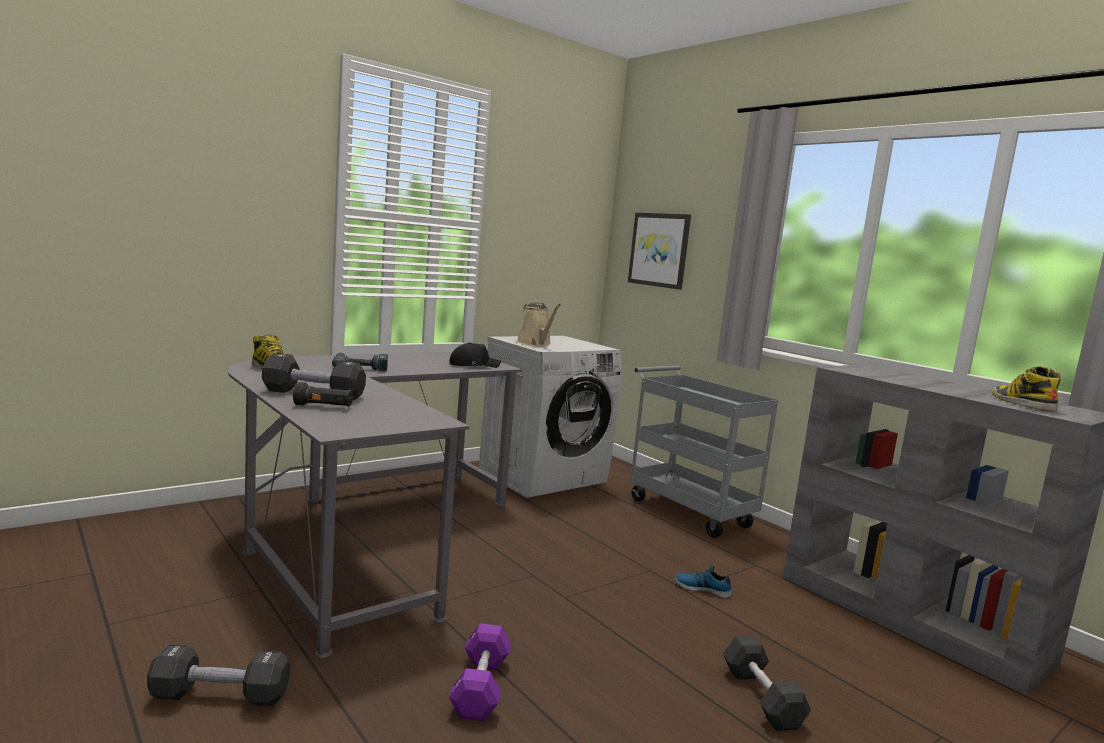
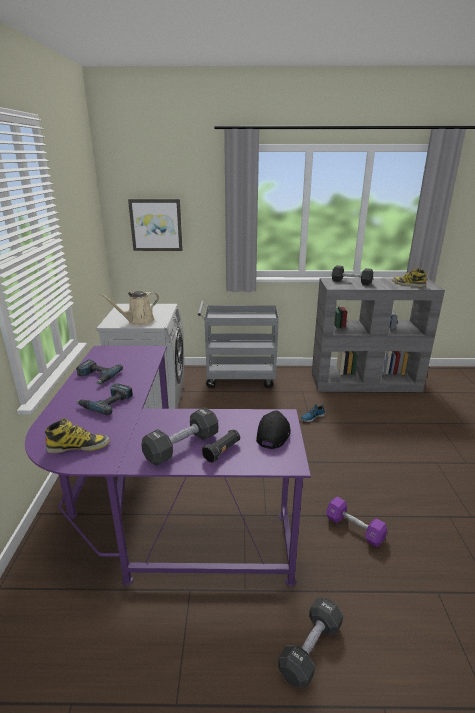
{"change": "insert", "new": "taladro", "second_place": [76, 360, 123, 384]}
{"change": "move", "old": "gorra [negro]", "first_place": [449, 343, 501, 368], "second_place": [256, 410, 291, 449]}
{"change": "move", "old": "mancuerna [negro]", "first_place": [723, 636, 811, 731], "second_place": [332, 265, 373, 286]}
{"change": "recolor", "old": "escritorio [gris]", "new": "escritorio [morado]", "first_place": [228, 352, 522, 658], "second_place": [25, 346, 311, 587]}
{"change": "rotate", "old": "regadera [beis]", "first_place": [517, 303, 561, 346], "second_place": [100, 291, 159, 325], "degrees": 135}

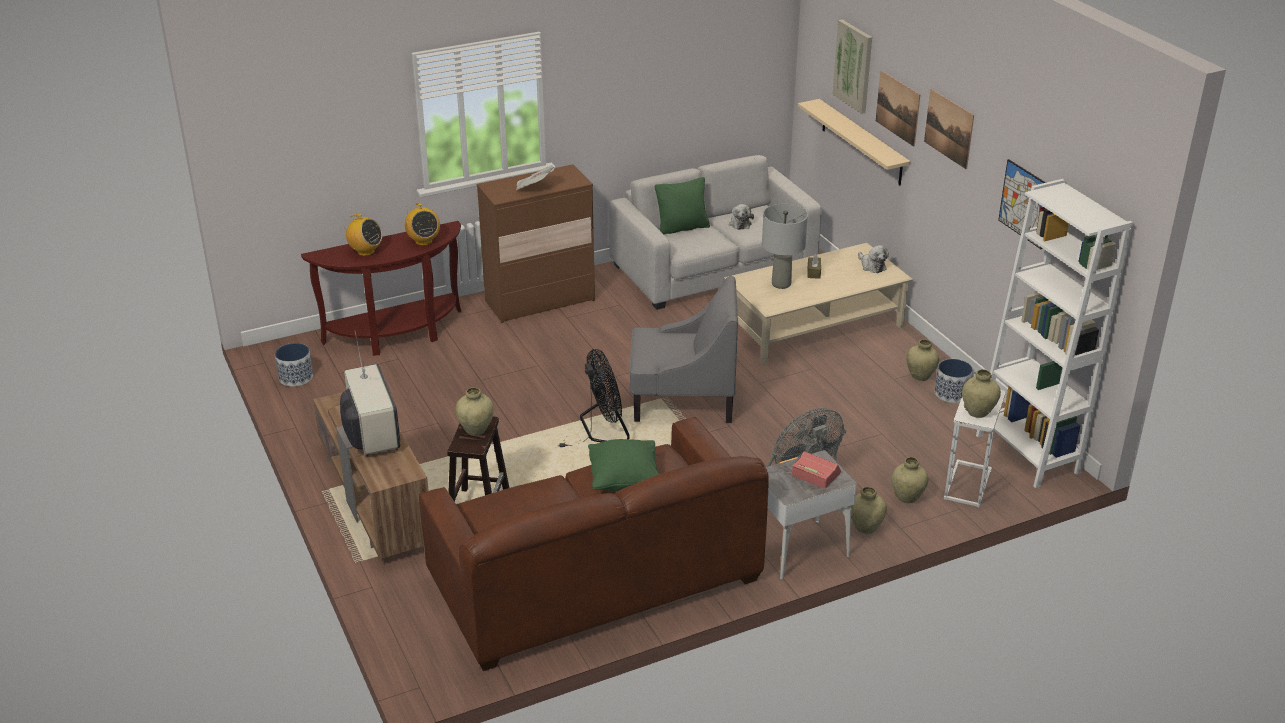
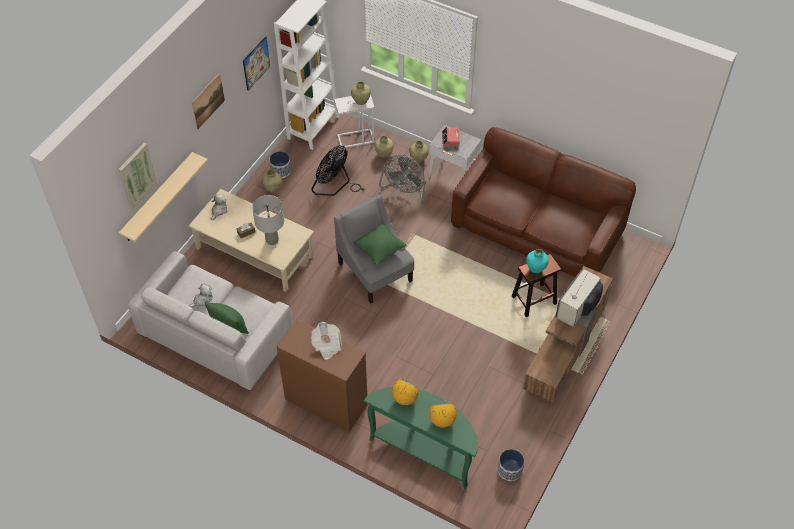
{"change": "delete", "old": "cuadro", "first_place": [876, 70, 920, 147]}
{"change": "move", "old": "ventilador [negro]", "first_place": [560, 349, 630, 447], "second_place": [311, 146, 364, 196]}
{"change": "move", "old": "cojín [verde]", "first_place": [588, 439, 659, 491], "second_place": [353, 223, 406, 265]}
{"change": "recolor", "old": "mesa consola [marrón]", "new": "mesa consola [verde]", "first_place": [301, 221, 461, 356], "second_place": [364, 387, 478, 489]}
{"change": "recolor", "old": "florero [beis]", "new": "florero [turquesa]", "first_place": [455, 387, 494, 436], "second_place": [526, 249, 549, 273]}

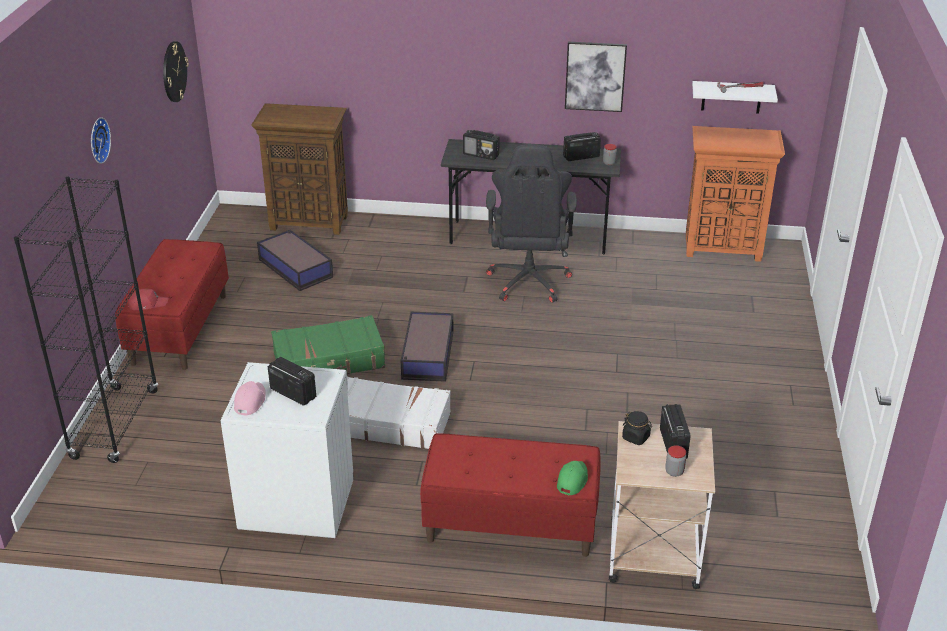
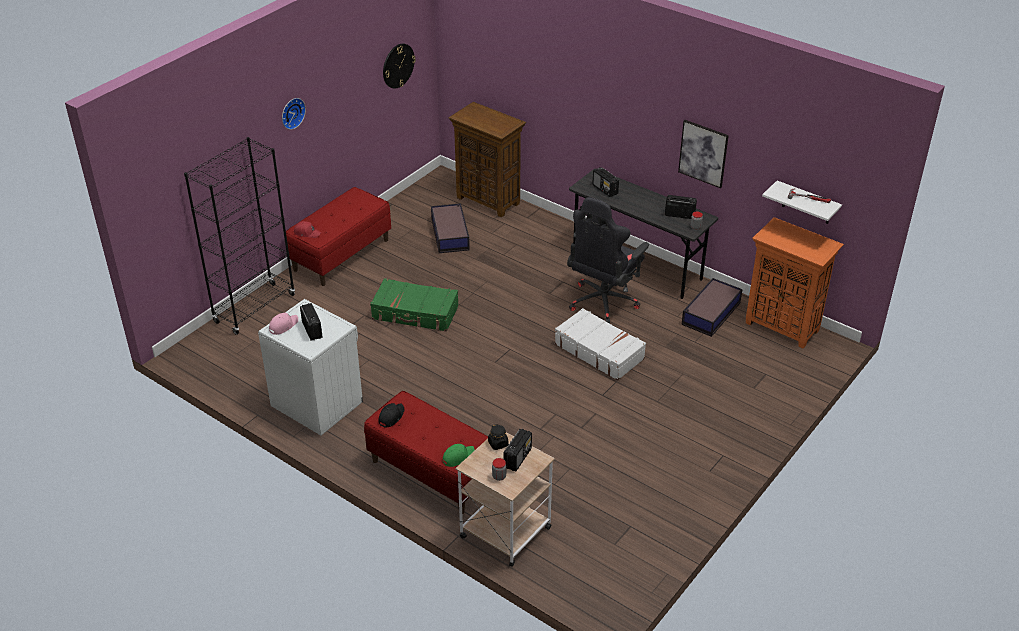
{"change": "insert", "new": "gorra [negro]", "second_place": [378, 403, 405, 427]}
{"change": "move", "old": "maleta [blanco]", "first_place": [347, 377, 451, 449], "second_place": [555, 308, 646, 381]}
{"change": "move", "old": "caja de almacenaje", "first_place": [401, 312, 453, 382], "second_place": [681, 278, 742, 337]}

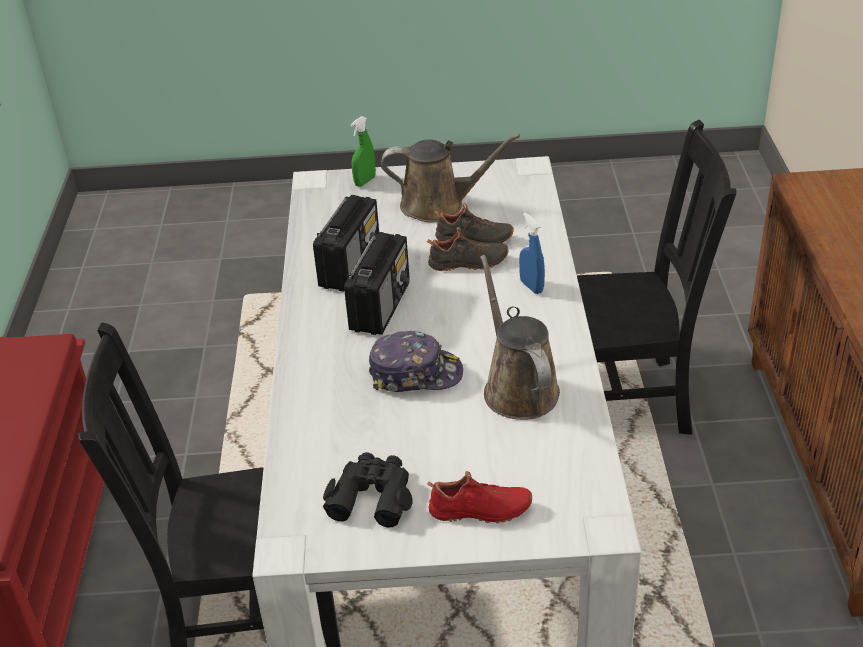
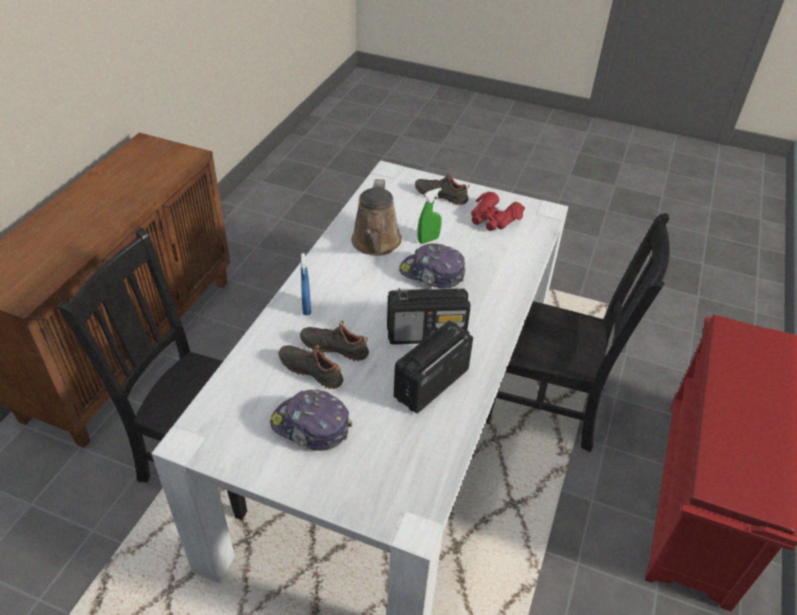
{"change": "move", "old": "pulverizador [verde]", "first_place": [351, 116, 376, 187], "second_place": [418, 188, 442, 244]}
{"change": "replace", "old": "regadera [marrón]", "new": "gorra", "first_place": [381, 134, 520, 223], "second_place": [270, 390, 352, 451]}
{"change": "recolor", "old": "prismáticos [negro]", "new": "prismáticos [rojo]", "first_place": [323, 452, 412, 527], "second_place": [471, 192, 525, 231]}
{"change": "recolor", "old": "zapato [rojo]", "new": "zapato [negro]", "first_place": [427, 471, 532, 523], "second_place": [415, 171, 470, 205]}
{"change": "rotate", "old": "radio", "first_place": [344, 232, 410, 335], "second_place": [387, 288, 470, 344], "degrees": -135}

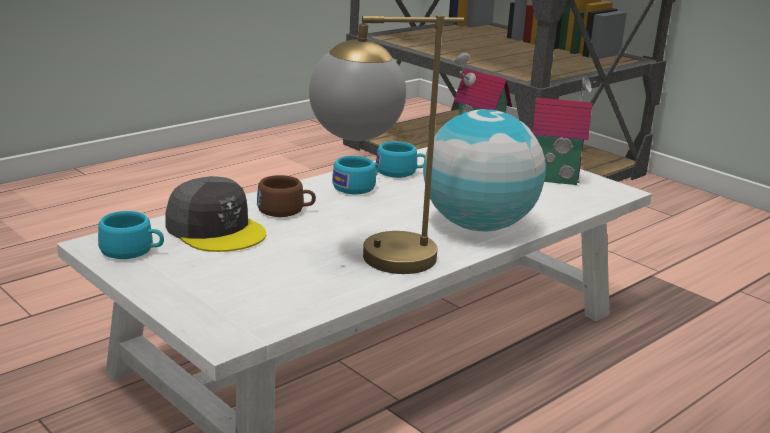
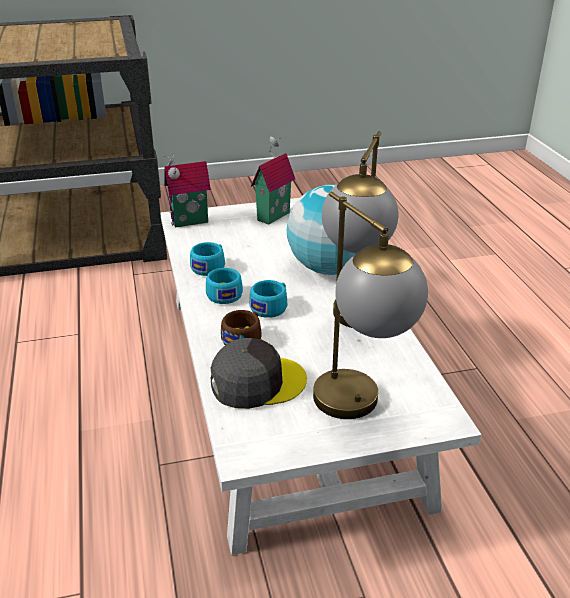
{"change": "insert", "new": "lámpara de mesa", "second_place": [313, 192, 428, 419]}
{"change": "move", "old": "taza [turquesa]", "first_place": [98, 211, 164, 259], "second_place": [249, 280, 287, 318]}

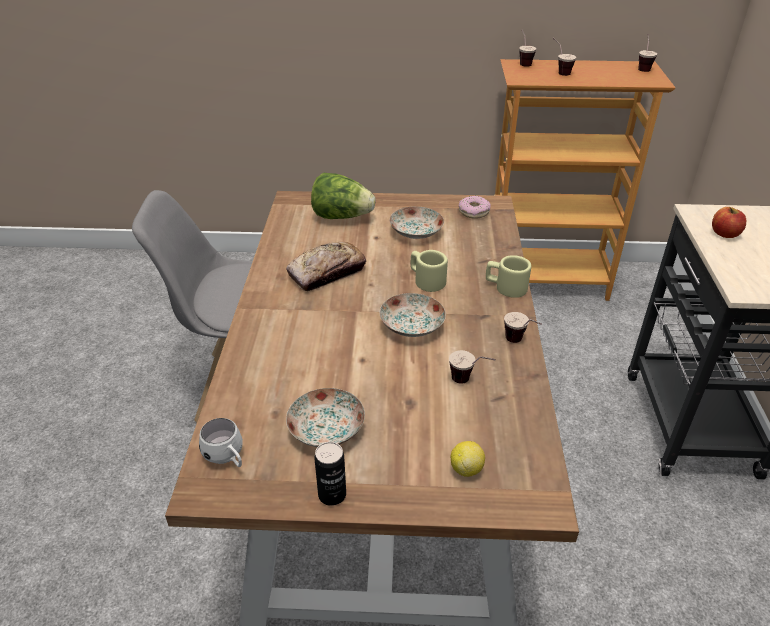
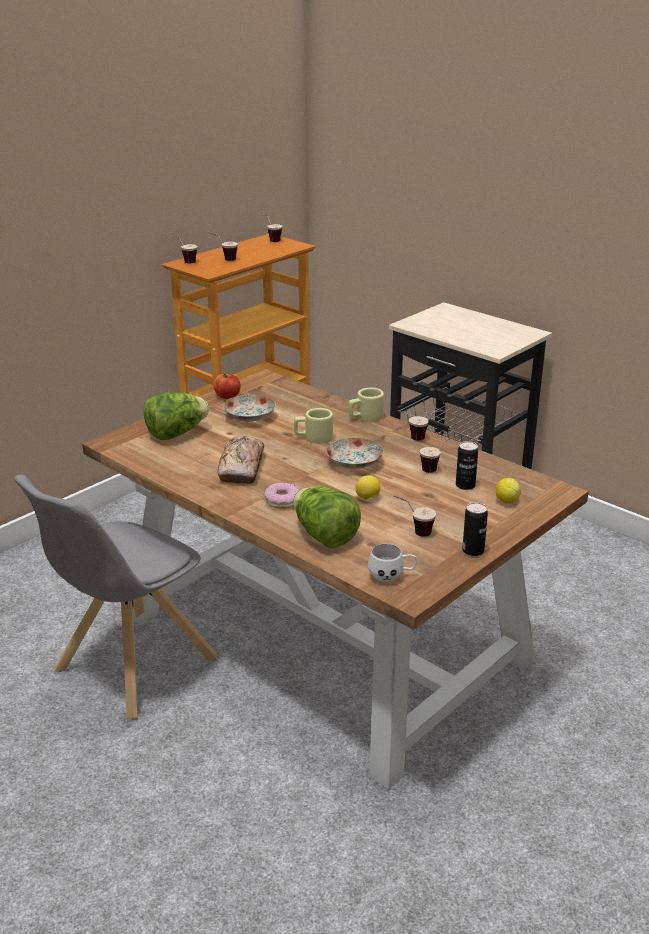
{"change": "insert", "new": "lechuga", "second_place": [293, 486, 361, 548]}
{"change": "insert", "new": "limón", "second_place": [355, 475, 380, 500]}
{"change": "insert", "new": "lata", "second_place": [456, 441, 478, 490]}
{"change": "move", "old": "rosquilla", "first_place": [459, 196, 491, 219], "second_place": [264, 483, 300, 509]}
{"change": "move", "old": "manzana", "first_place": [712, 207, 746, 238], "second_place": [214, 374, 241, 399]}
{"change": "replace", "old": "plato", "new": "taza", "first_place": [286, 388, 365, 447], "second_place": [394, 495, 436, 537]}

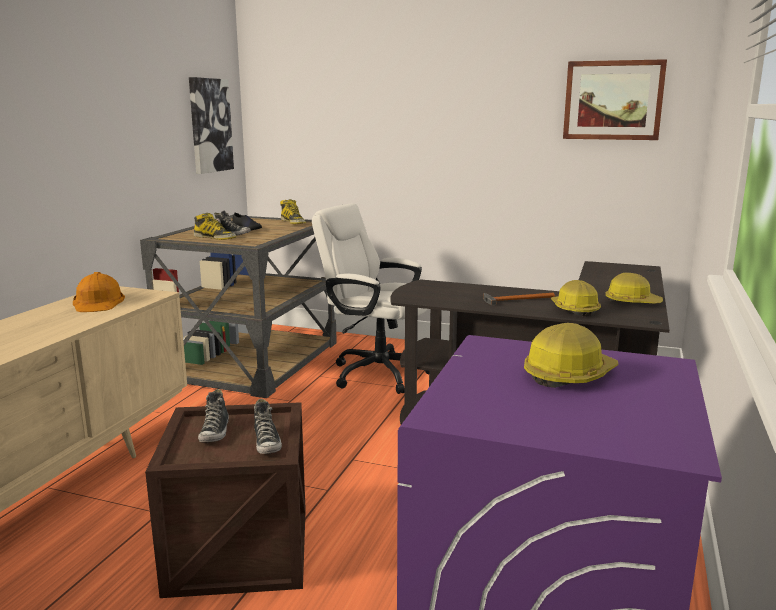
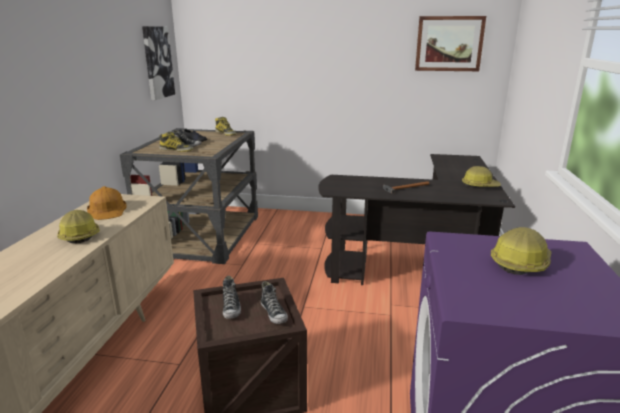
{"change": "delete", "old": "silla de oficina [blanco]", "first_place": [312, 204, 429, 394]}
{"change": "move", "old": "casco", "first_place": [551, 280, 601, 316], "second_place": [57, 210, 100, 244]}

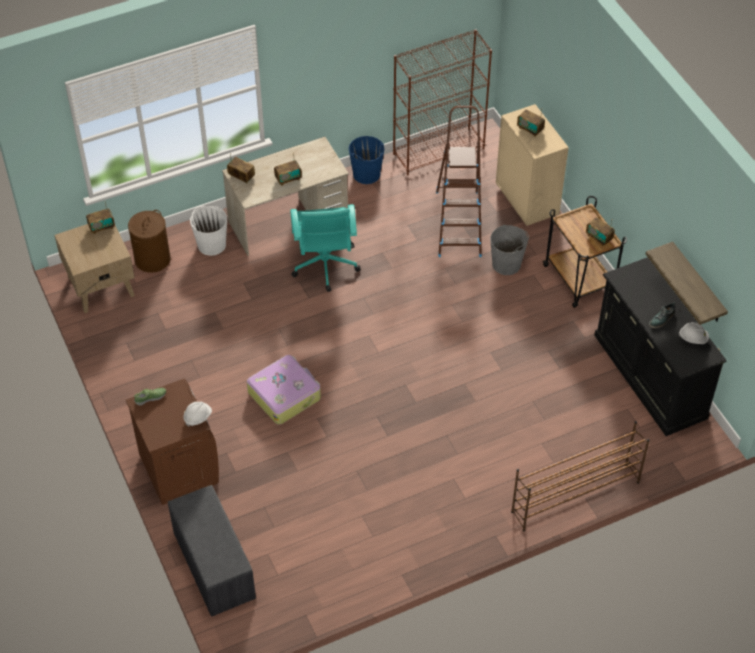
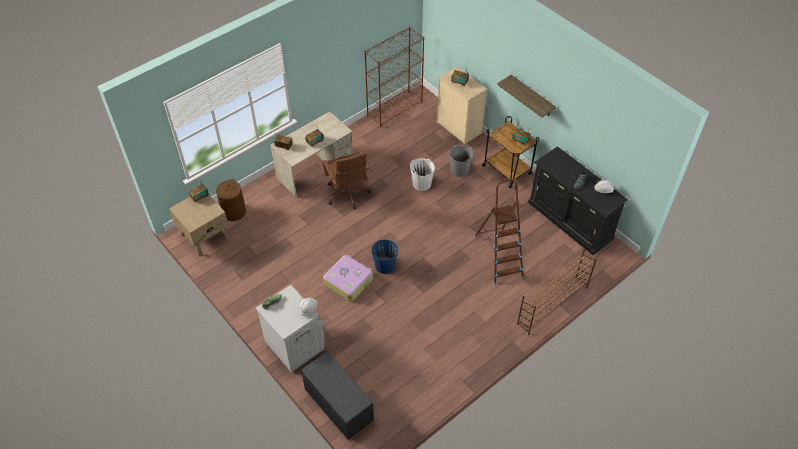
{"change": "move", "old": "cubo [blanco]", "first_place": [190, 206, 227, 256], "second_place": [410, 158, 435, 191]}
{"change": "move", "old": "cubo [azul]", "first_place": [349, 136, 384, 184], "second_place": [372, 239, 398, 274]}
{"change": "move", "old": "escalera de tijera [marrón]", "first_place": [436, 106, 482, 257], "second_place": [474, 179, 523, 285]}
{"change": "move", "old": "estante", "first_place": [646, 242, 728, 325], "second_place": [497, 75, 556, 117]}
{"change": "recolor", "old": "lavadora [marrón]", "new": "lavadora [blanco]", "first_place": [126, 378, 219, 505], "second_place": [256, 285, 324, 372]}
{"change": "recolor", "old": "silla de oficina [turquesa]", "new": "silla de oficina [marrón]", "first_place": [290, 204, 361, 292], "second_place": [323, 150, 371, 210]}

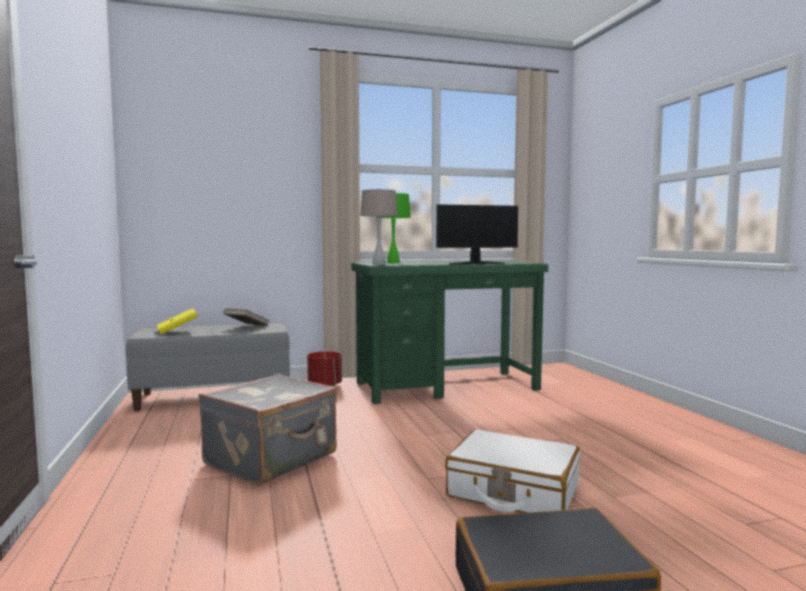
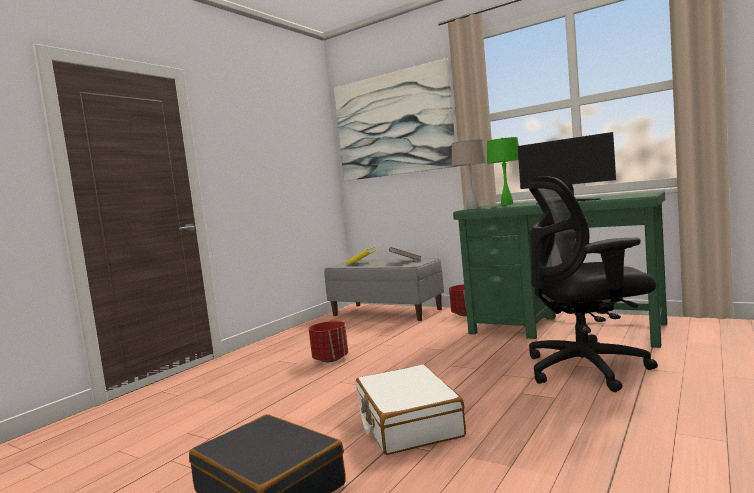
{"change": "insert", "new": "cuadro", "second_place": [334, 58, 457, 181]}
{"change": "insert", "new": "silla de oficina [negro]", "second_place": [529, 176, 658, 392]}
{"change": "replace", "old": "maleta [gris]", "new": "maceta [rojo]", "first_place": [198, 374, 337, 485], "second_place": [309, 321, 348, 362]}

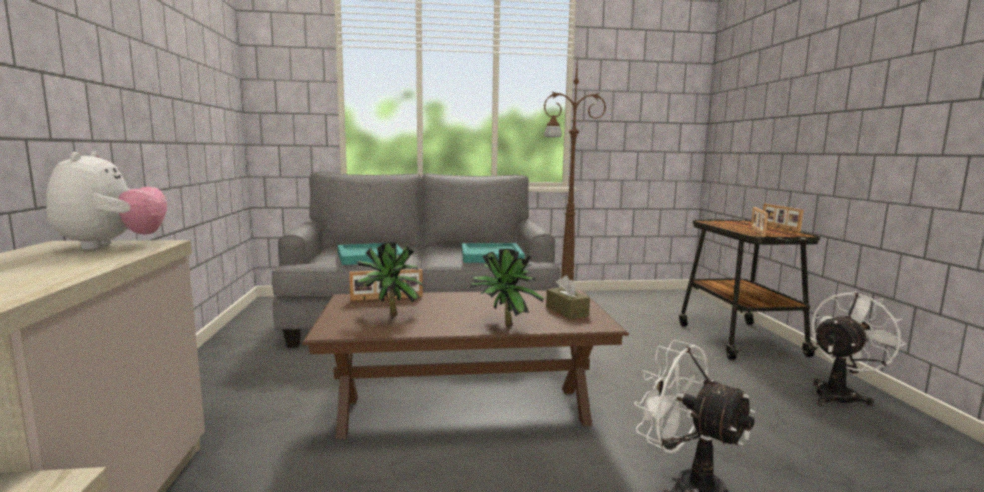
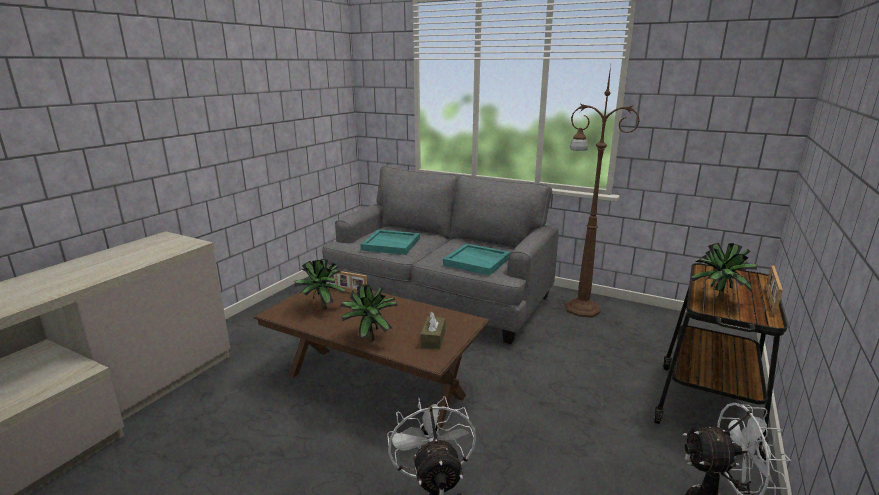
{"change": "delete", "old": "peluche", "first_place": [46, 152, 167, 250]}
{"change": "replace", "old": "portarretratos", "new": "planta en maceta", "first_place": [751, 207, 768, 237], "second_place": [691, 243, 757, 302]}

